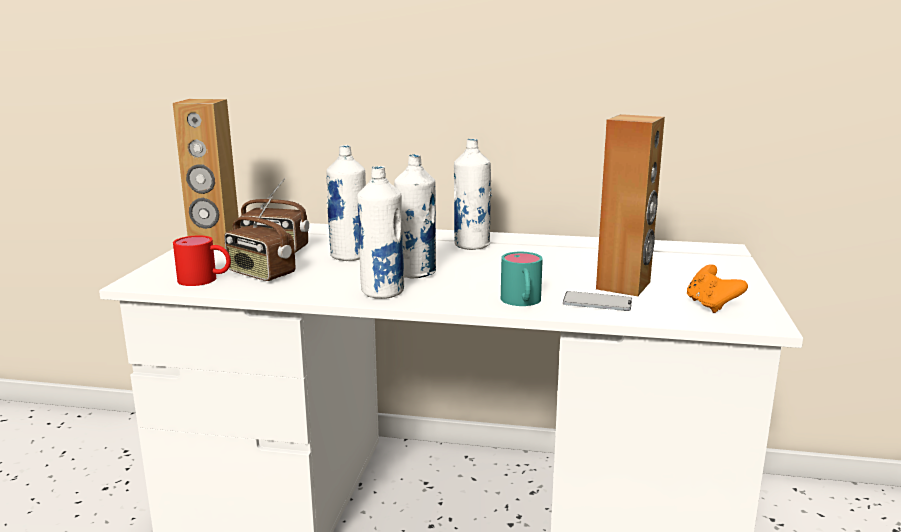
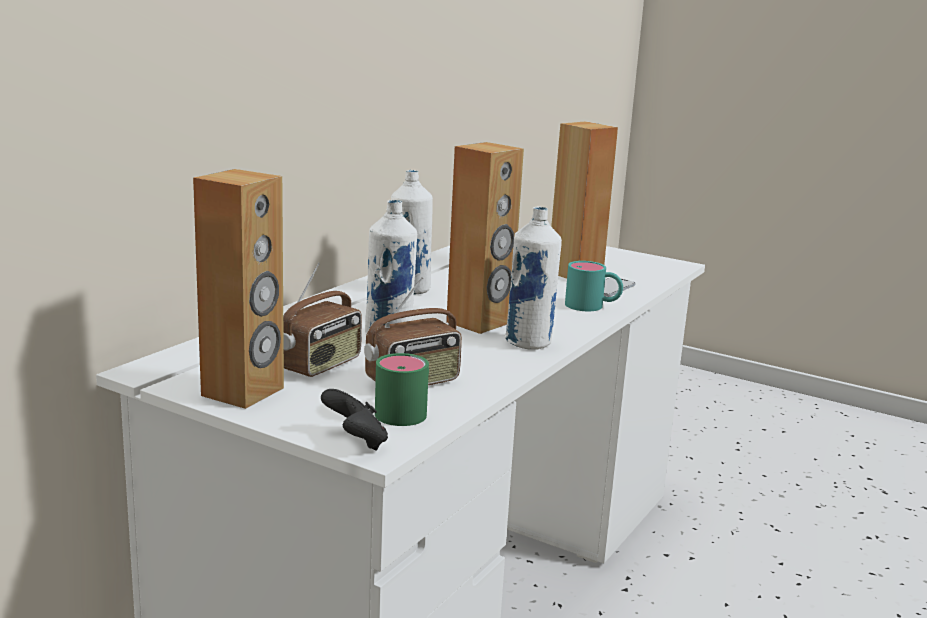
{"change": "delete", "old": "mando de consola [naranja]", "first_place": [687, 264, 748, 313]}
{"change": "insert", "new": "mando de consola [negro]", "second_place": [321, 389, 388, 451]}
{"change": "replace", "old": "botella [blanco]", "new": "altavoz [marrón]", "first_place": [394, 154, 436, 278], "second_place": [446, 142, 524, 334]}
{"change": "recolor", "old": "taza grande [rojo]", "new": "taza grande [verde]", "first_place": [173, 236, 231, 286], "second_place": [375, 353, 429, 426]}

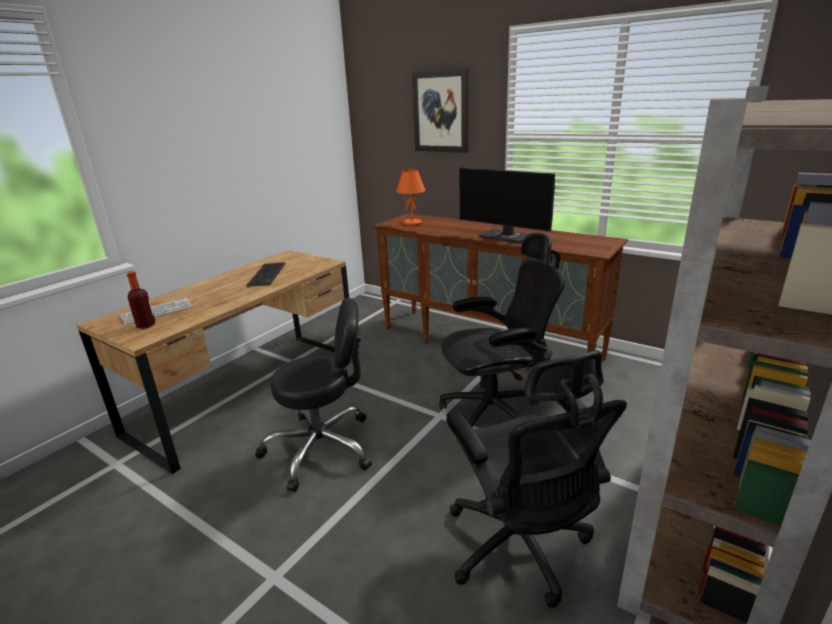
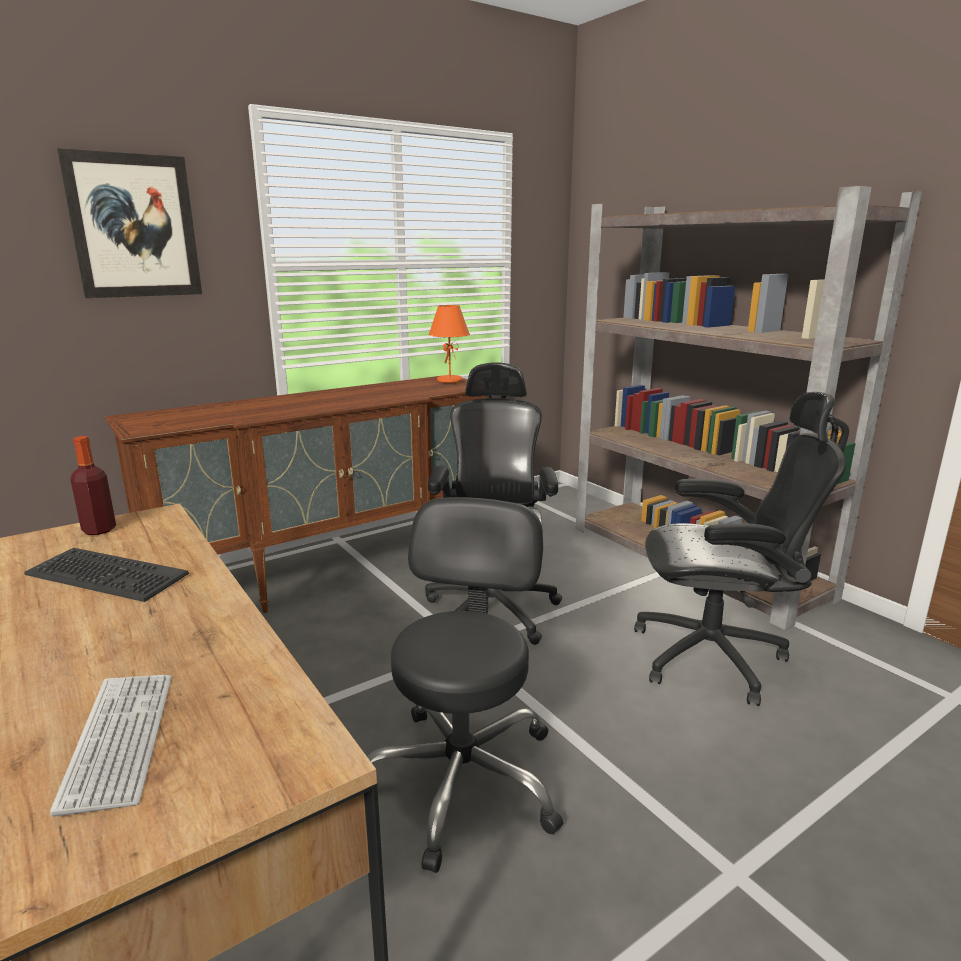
{"change": "delete", "old": "monitor", "first_place": [459, 168, 555, 243]}
{"change": "move", "old": "botella", "first_place": [127, 271, 155, 329], "second_place": [70, 436, 116, 535]}
{"change": "move", "old": "lámpara de mesa [naranja]", "first_place": [396, 169, 426, 226], "second_place": [429, 305, 470, 383]}

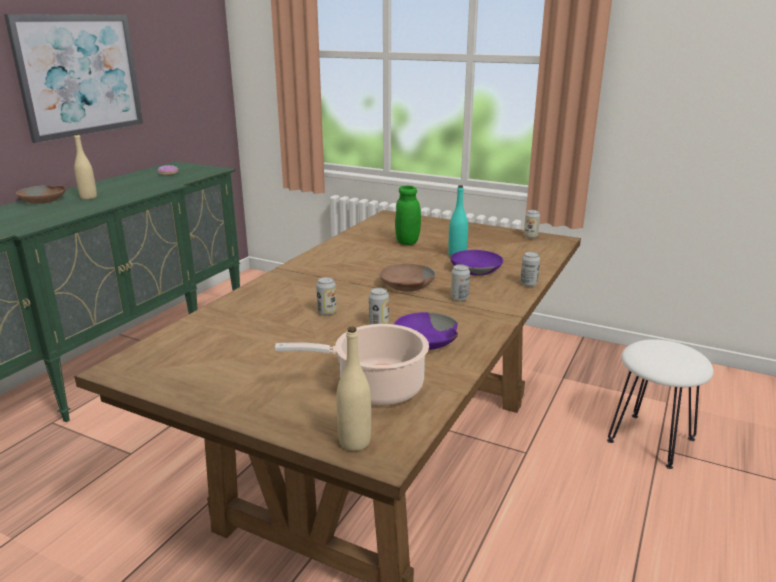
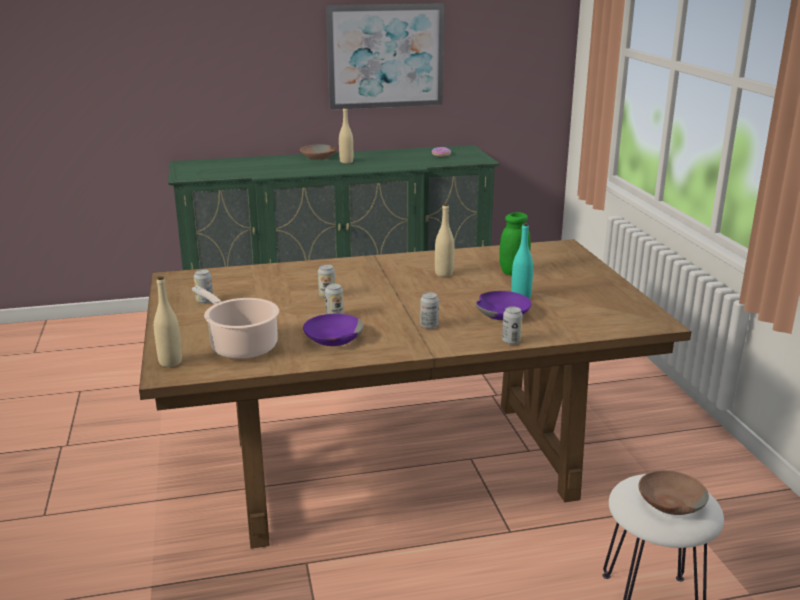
{"change": "insert", "new": "botella [beis]", "second_place": [435, 203, 454, 277]}
{"change": "move", "old": "cuenco [marrón]", "first_place": [380, 263, 436, 292], "second_place": [638, 470, 709, 515]}
{"change": "move", "old": "lata", "first_place": [524, 210, 540, 238], "second_place": [194, 269, 213, 303]}

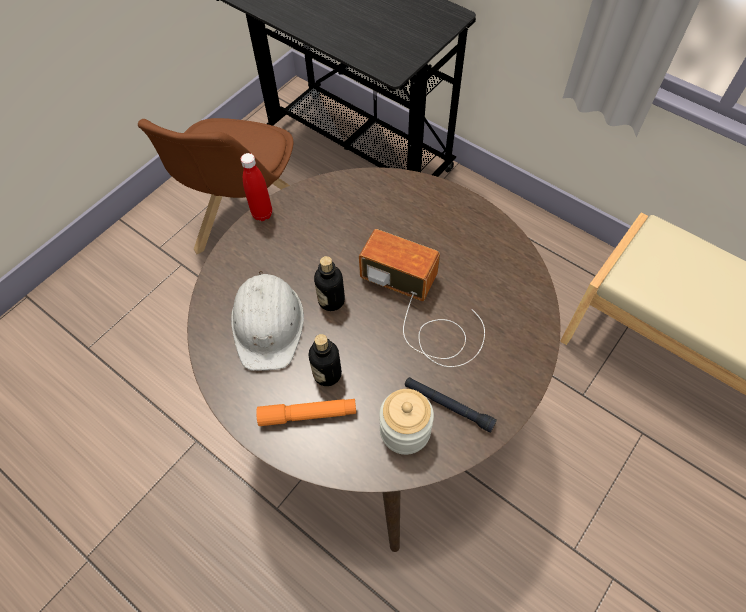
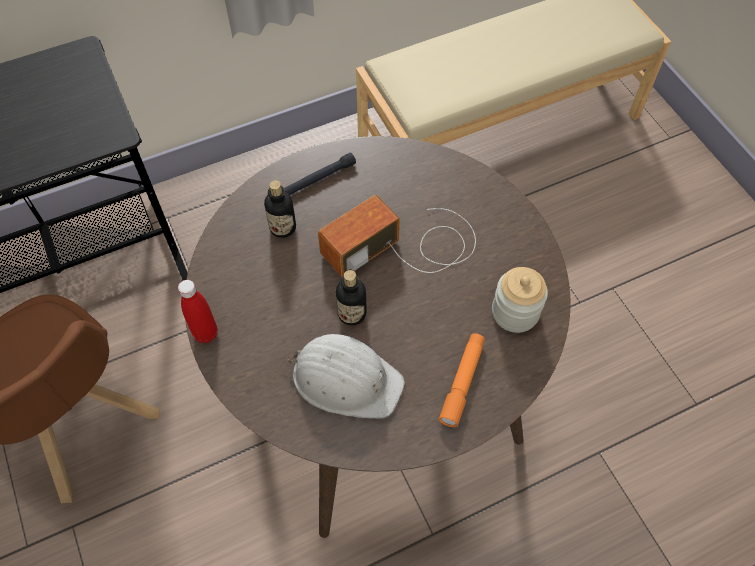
{"change": "move", "old": "botella", "first_place": [308, 334, 342, 386], "second_place": [264, 180, 296, 238]}
{"change": "move", "old": "linterna [negro]", "first_place": [405, 377, 497, 433], "second_place": [284, 153, 356, 195]}

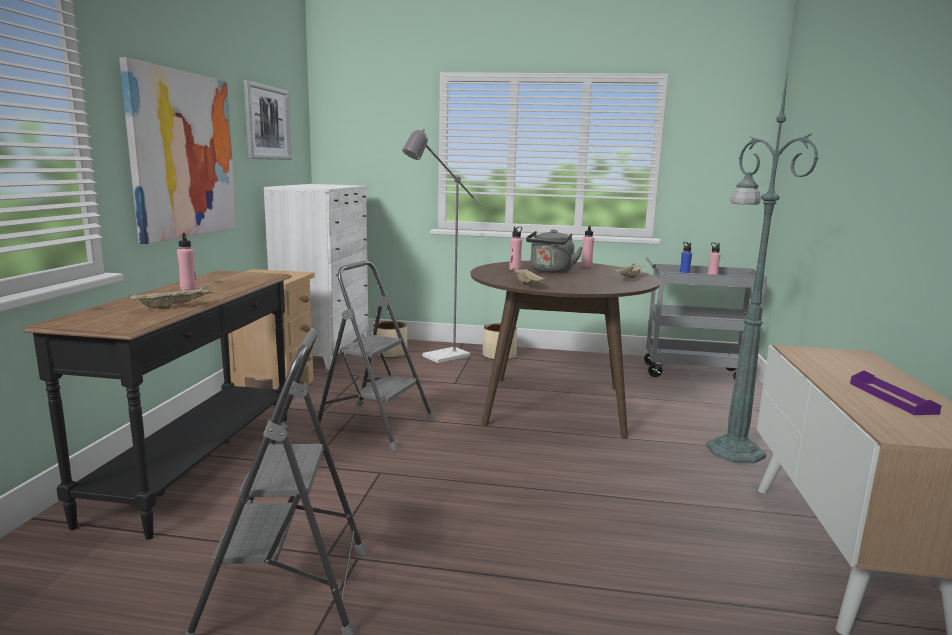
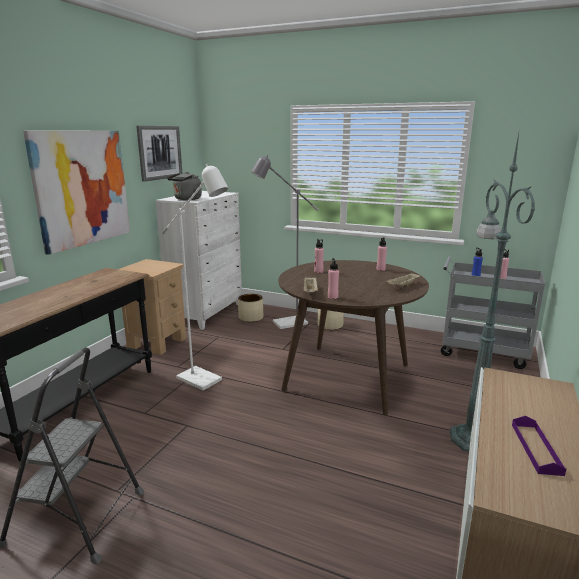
{"change": "delete", "old": "bandeja [beis]", "first_place": [129, 286, 212, 309]}
{"change": "move", "old": "botella [rosa]", "first_place": [177, 233, 197, 291], "second_place": [328, 258, 339, 299]}
{"change": "move", "old": "hervidor [gris]", "first_place": [526, 229, 583, 273], "second_place": [167, 172, 202, 200]}
{"change": "replace", "old": "escalera de tijera [gris]", "new": "lámpara de pie [blanco]", "first_place": [312, 261, 436, 451], "second_place": [162, 164, 228, 391]}

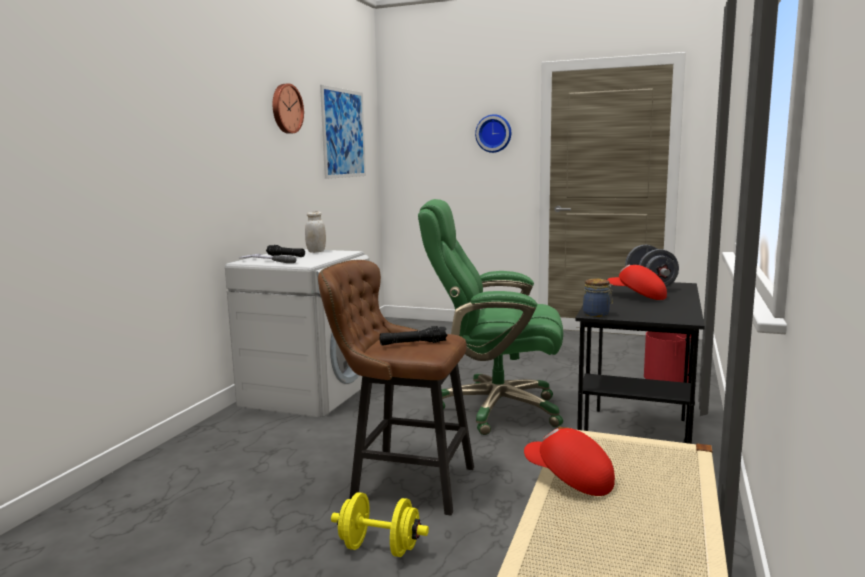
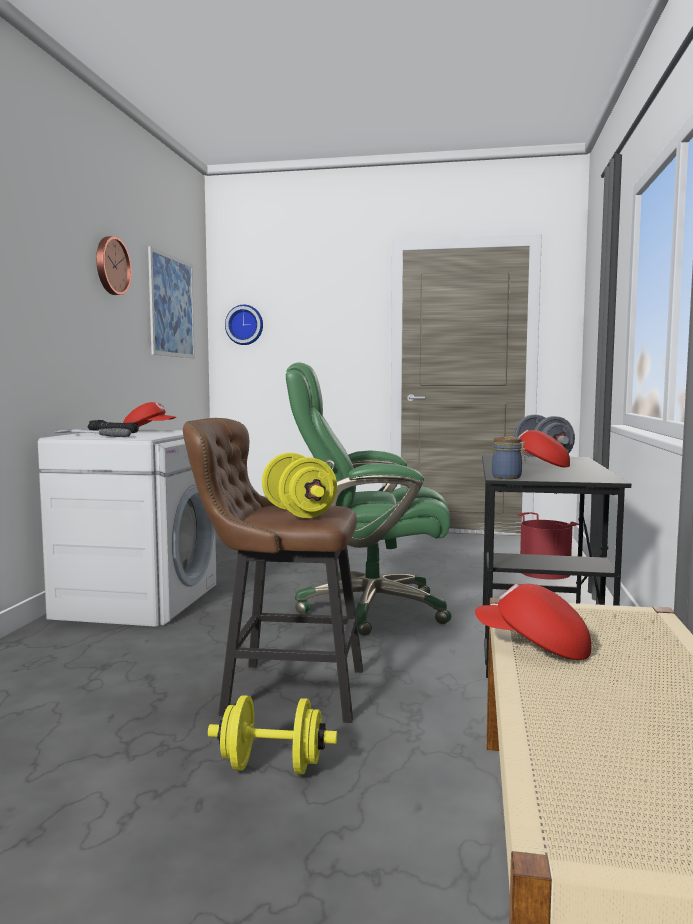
{"change": "move", "old": "reloj de pared", "first_place": [475, 114, 511, 153], "second_place": [225, 305, 263, 345]}
{"change": "replace", "old": "tarro [blanco]", "new": "gorra [rojo]", "first_place": [305, 211, 326, 253], "second_place": [123, 402, 176, 427]}
{"change": "replace", "old": "linterna [negro]", "new": "mancuerna [amarillo]", "first_place": [379, 326, 447, 345], "second_place": [262, 453, 337, 518]}

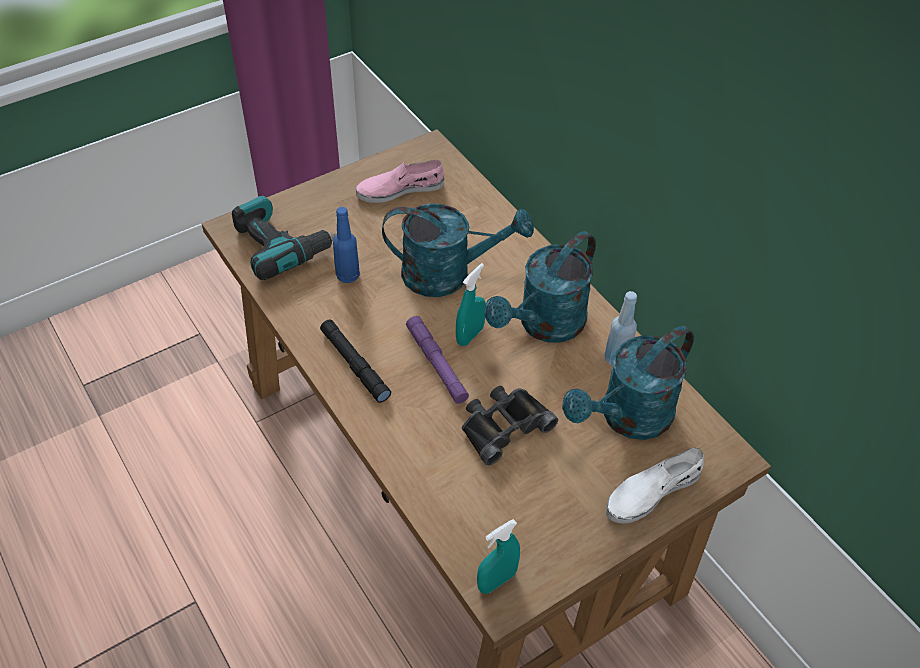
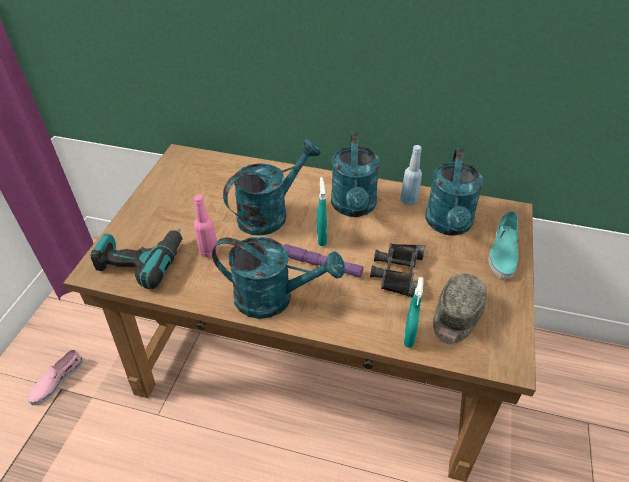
{"change": "insert", "new": "gorra [gris]", "second_place": [433, 274, 487, 344]}
{"change": "move", "old": "zapato [rosa]", "first_place": [356, 160, 444, 203], "second_place": [28, 350, 83, 405]}
{"change": "move", "old": "pulverizador [turquesa]", "first_place": [477, 519, 520, 594], "second_place": [404, 277, 424, 348]}
{"change": "replace", "old": "linterna [negro]", "new": "regadera [turquesa]", "first_place": [320, 319, 391, 403], "second_place": [212, 237, 345, 319]}
{"change": "recolor", "old": "botella [azul]", "new": "botella [rosa]", "first_place": [333, 207, 360, 283], "second_place": [194, 195, 218, 257]}
{"change": "recolor", "old": "zapato [blanco]", "new": "zapato [turquesa]", "first_place": [606, 447, 704, 524], "second_place": [488, 211, 518, 279]}

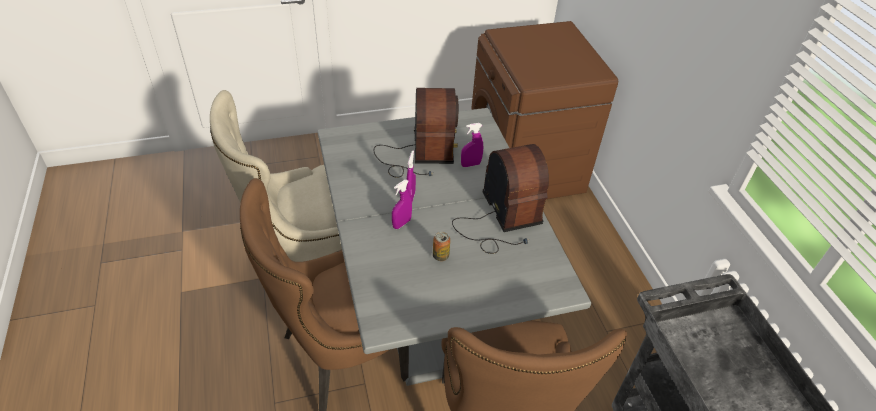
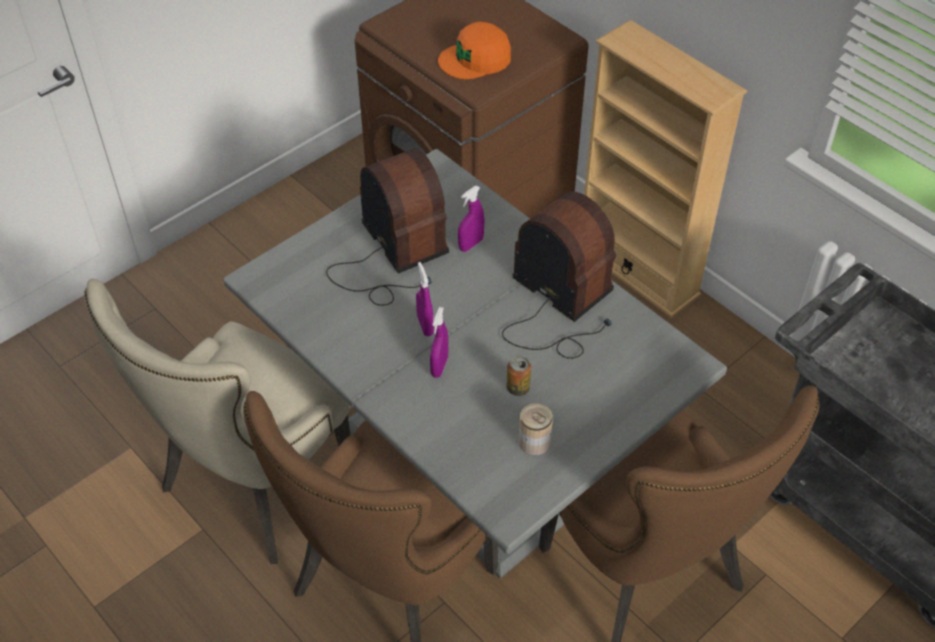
{"change": "insert", "new": "gorra [naranja]", "second_place": [438, 22, 511, 79]}
{"change": "insert", "new": "lata", "second_place": [518, 404, 553, 455]}
{"change": "insert", "new": "estantería [beis]", "second_place": [584, 20, 747, 318]}

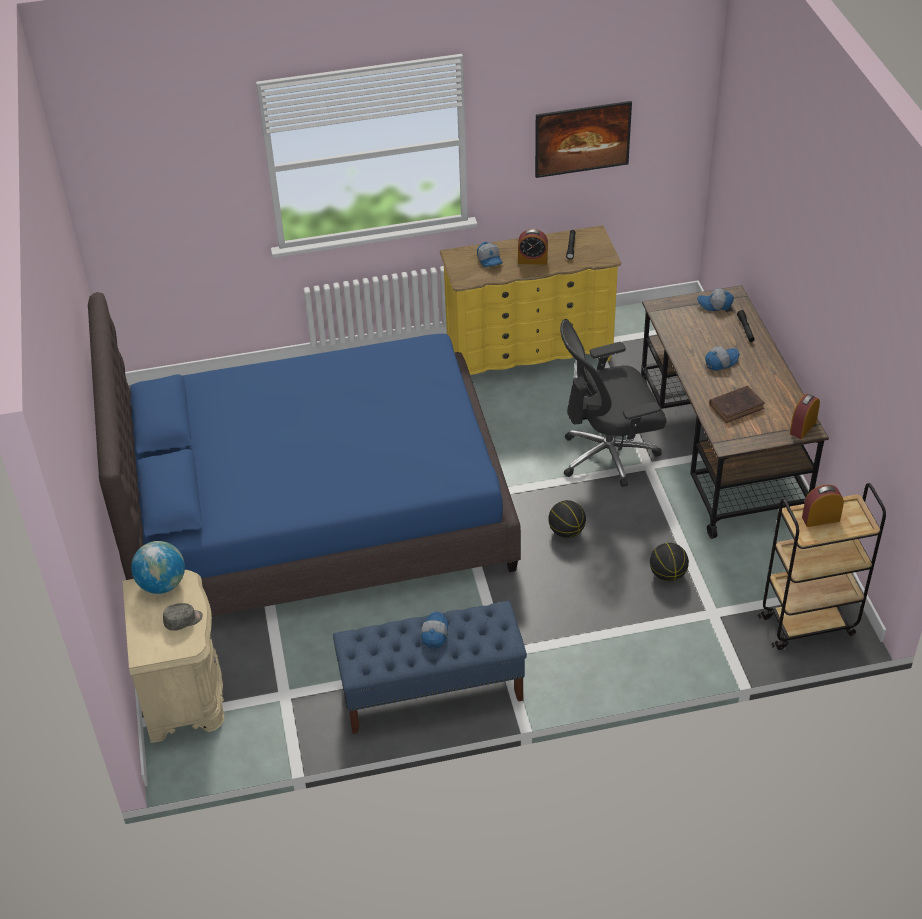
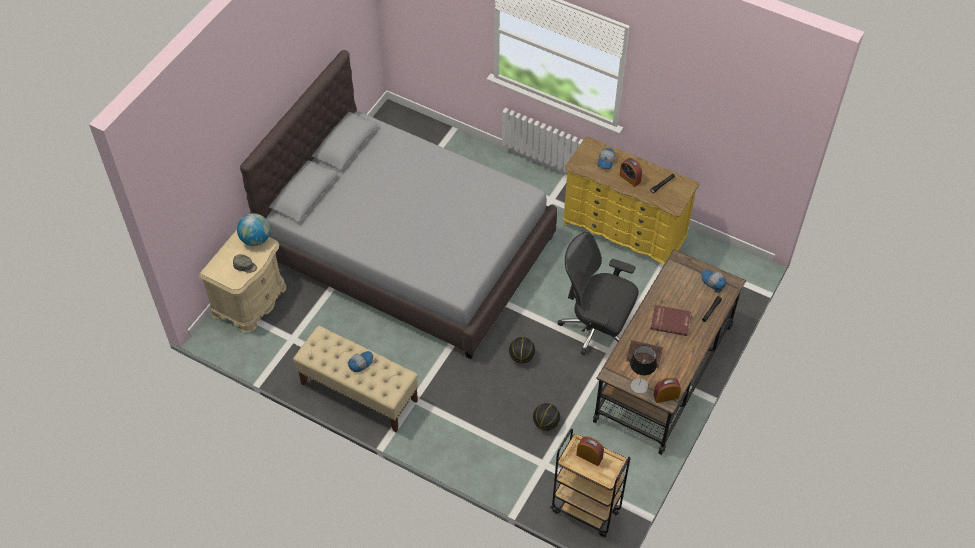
{"change": "delete", "old": "cuadro", "first_place": [535, 101, 632, 178]}
{"change": "insert", "new": "lámpara de mesa", "second_place": [630, 345, 657, 394]}
{"change": "replace", "old": "gorra", "new": "libro [rojo]", "first_place": [705, 346, 740, 371], "second_place": [650, 305, 691, 336]}
{"change": "recolor", "old": "cama [azul]", "new": "cama [gris]", "first_place": [88, 292, 521, 616], "second_place": [240, 50, 557, 359]}
{"change": "recolor", "old": "banco [azul]", "new": "banco [beis]", "first_place": [333, 601, 527, 734], "second_place": [293, 325, 418, 432]}

